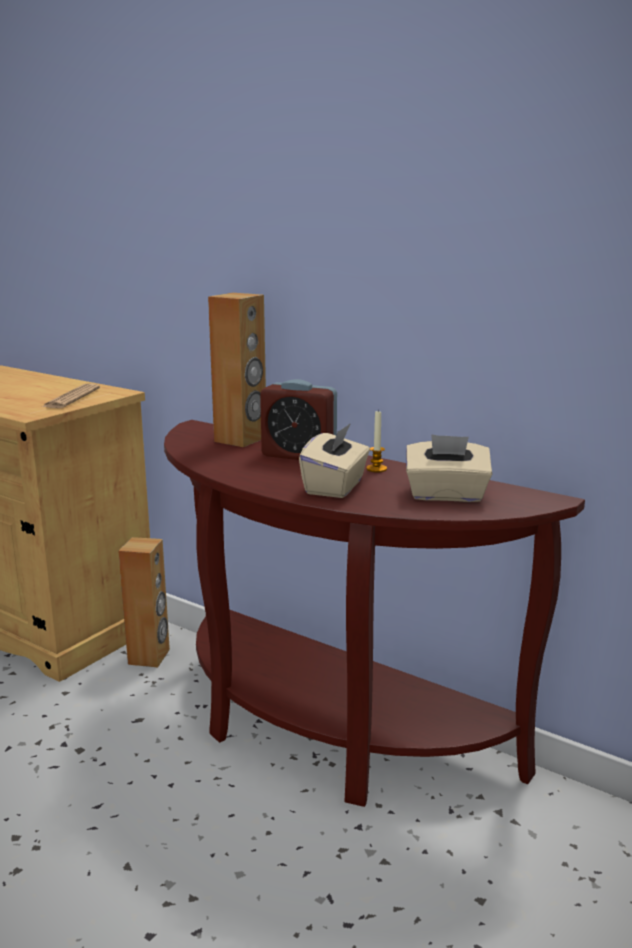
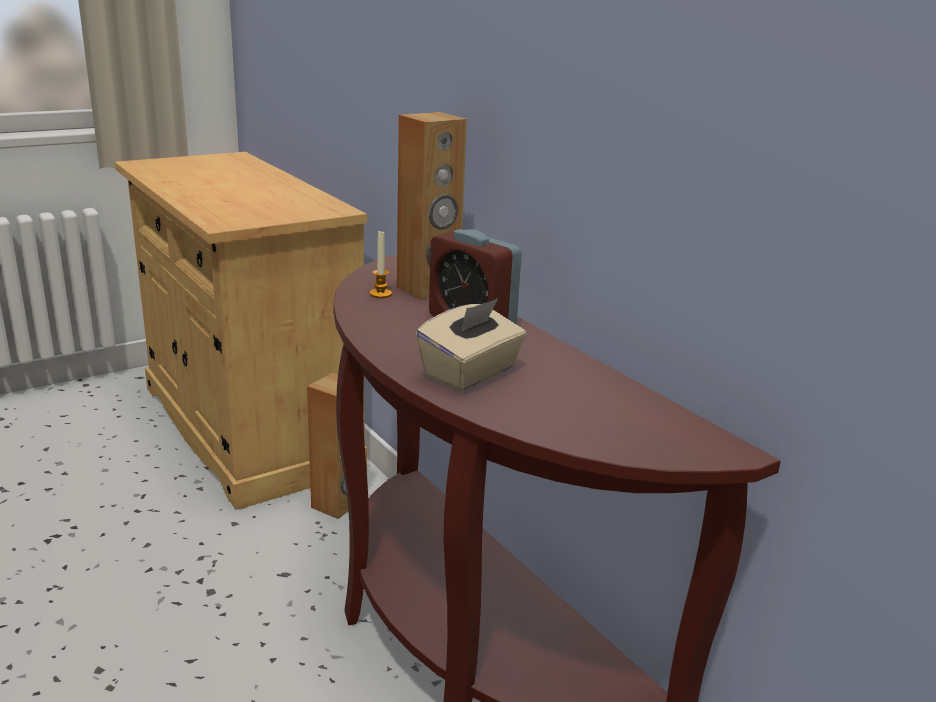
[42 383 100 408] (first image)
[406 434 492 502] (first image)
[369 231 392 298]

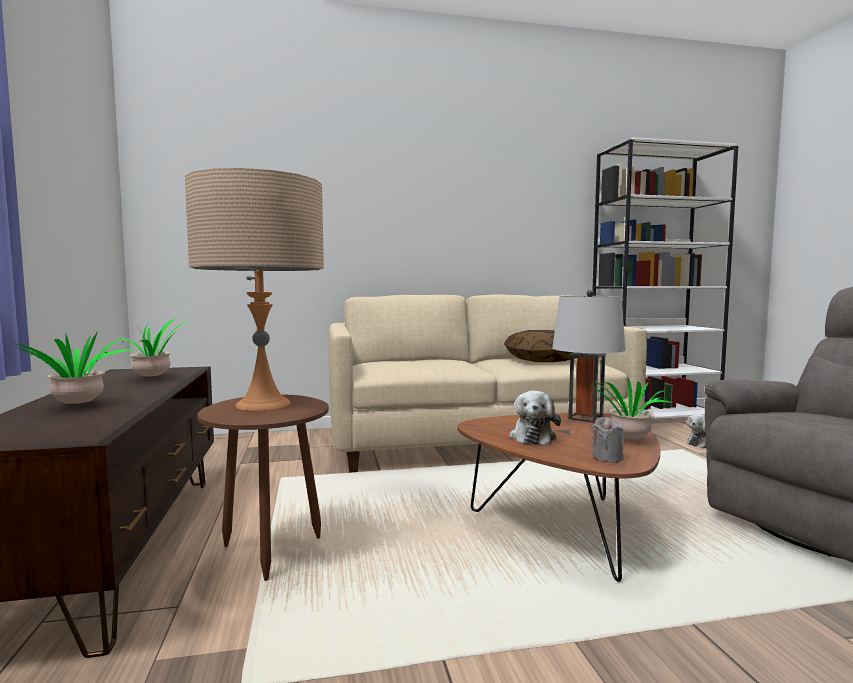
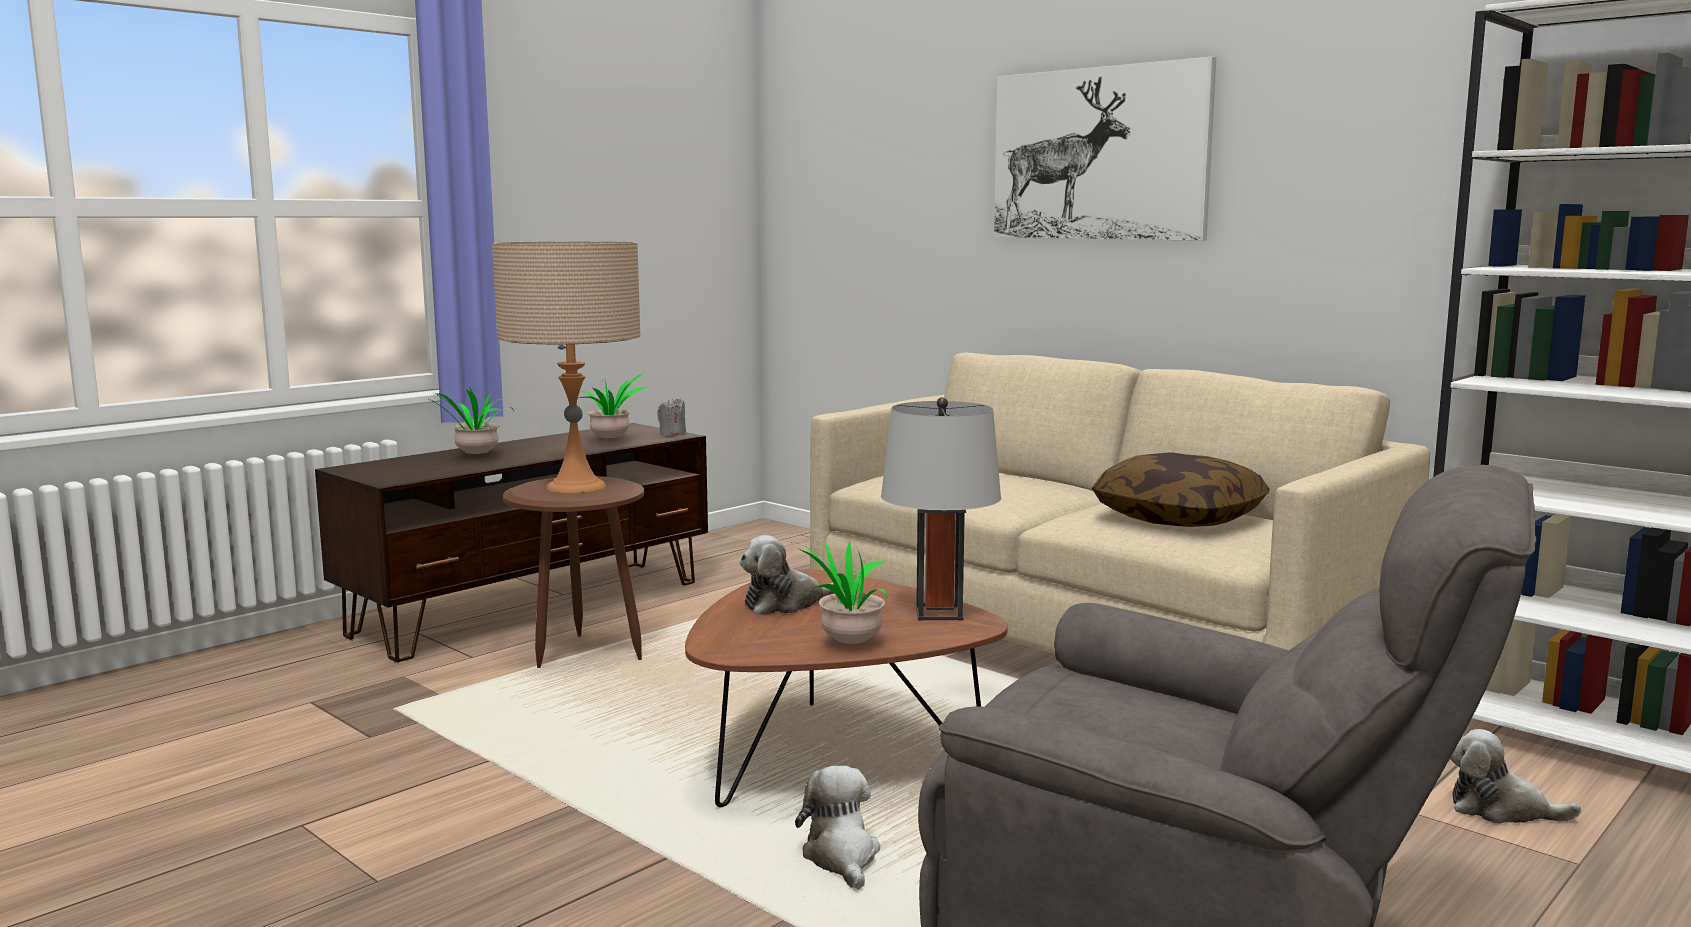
[795 766 880 890]
[994 57 1216 241]
[657 397 686 436]

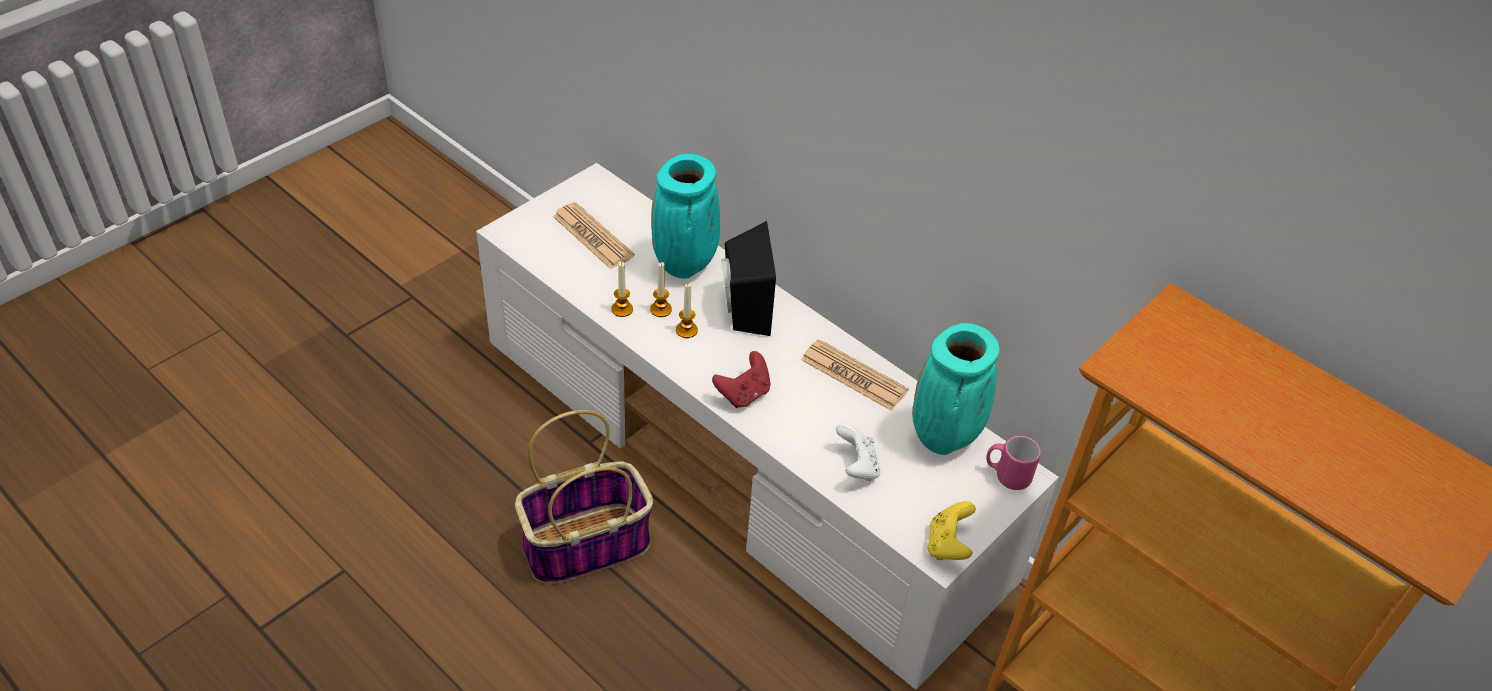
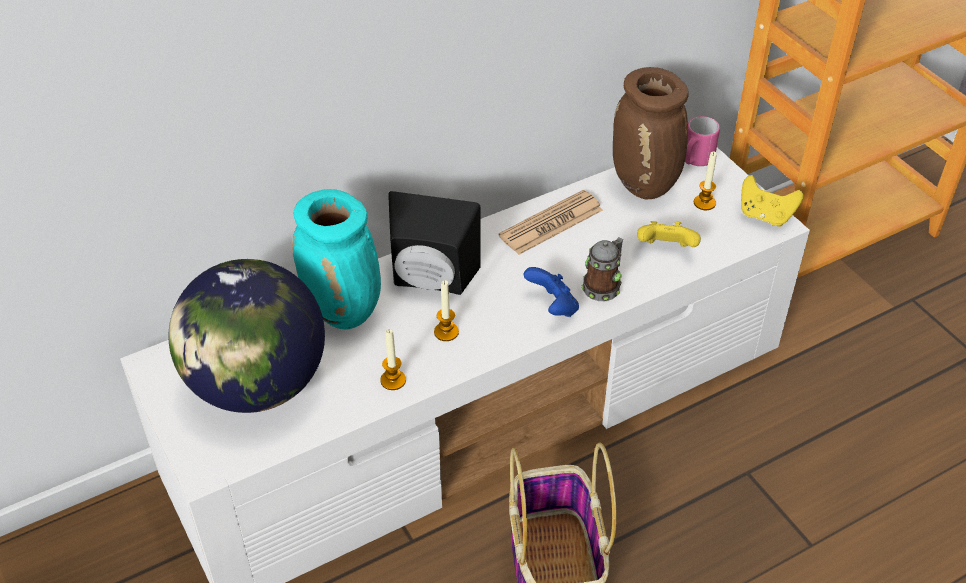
[581 237 623 301]
[694 151 717 210]
[168 259 325 413]
[524 267 579 317]
[637 221 701 247]
[613 67 689 199]

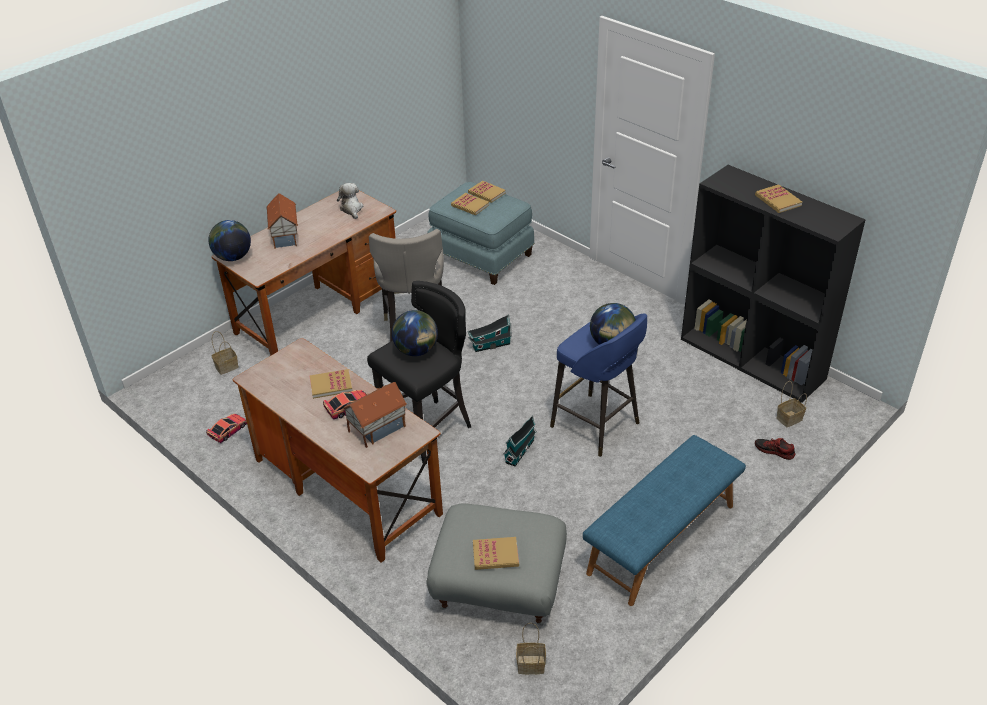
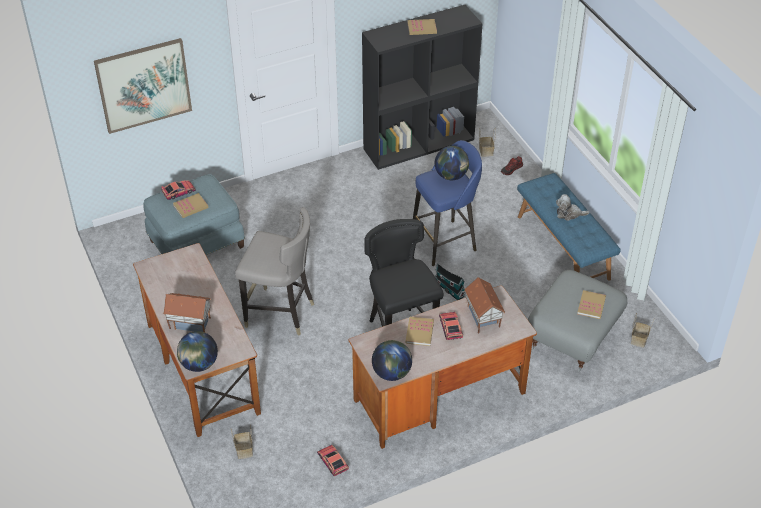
[467 315 512 352] (first image)
[94 38 192 134]
[556 194 590 221]
[372 340 412 381]
[161 180 196 200]

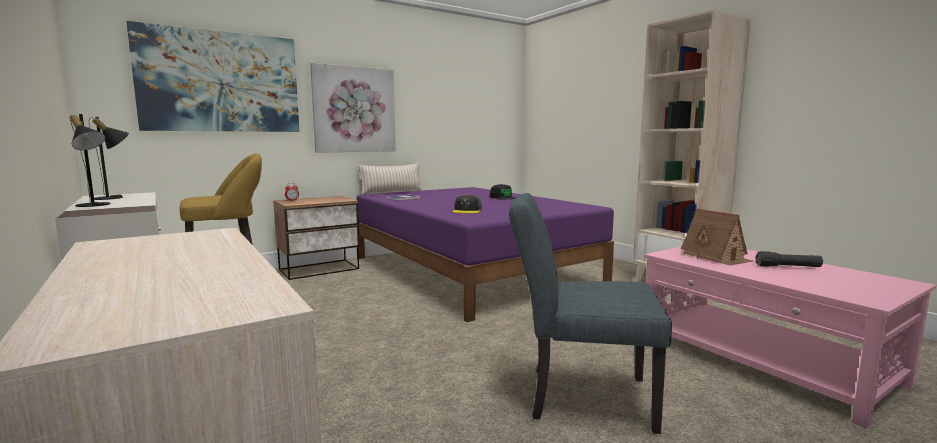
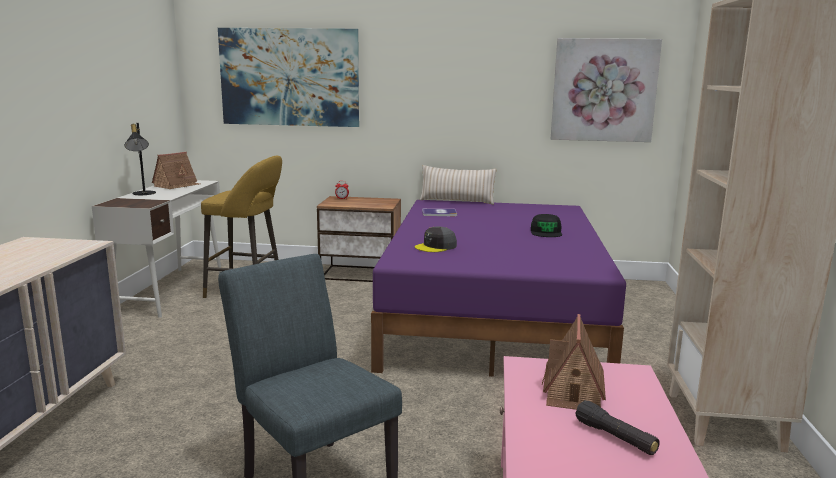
[551 38 662 142]
[152 152 200 189]

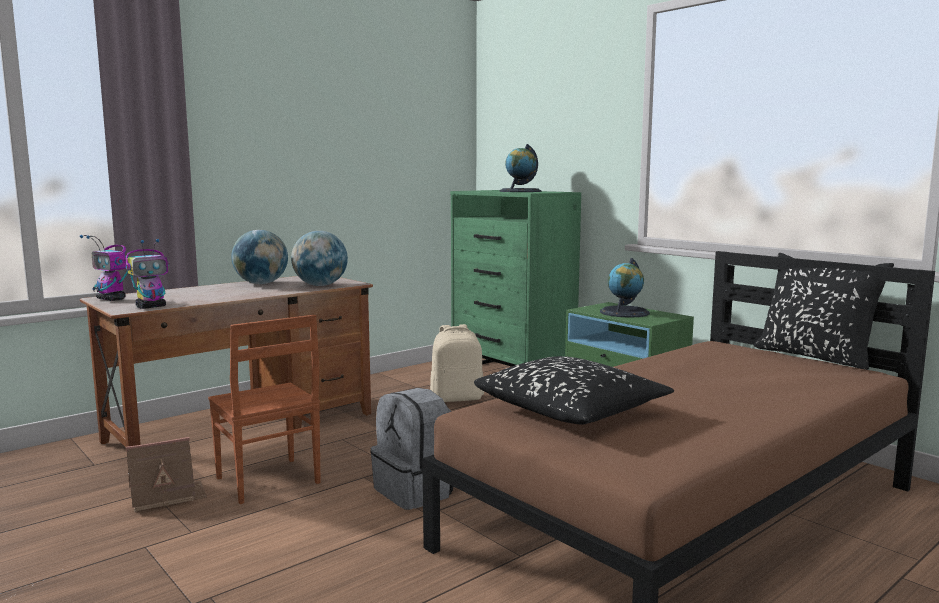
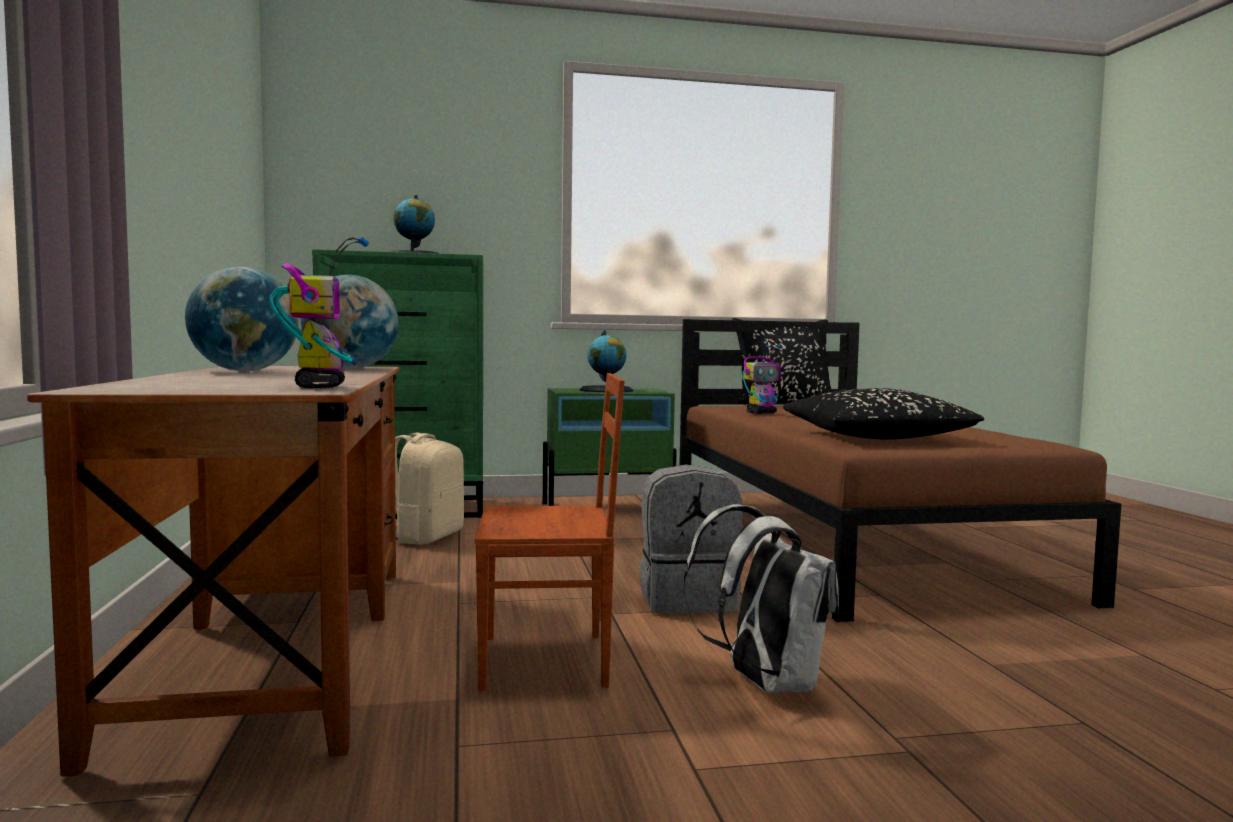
[125 437 207 512] (first image)
[683 504 839 693]
[742 345 781 414]

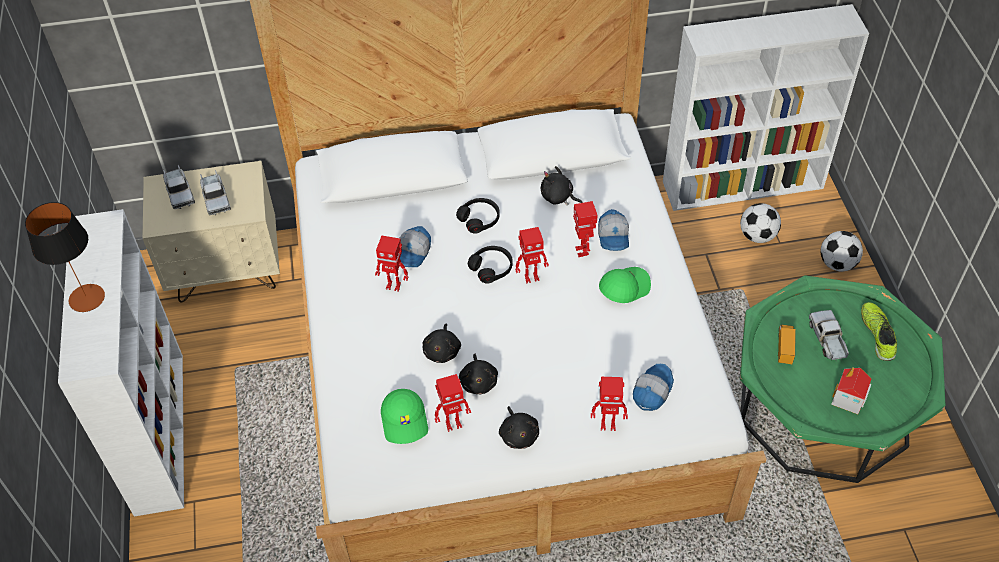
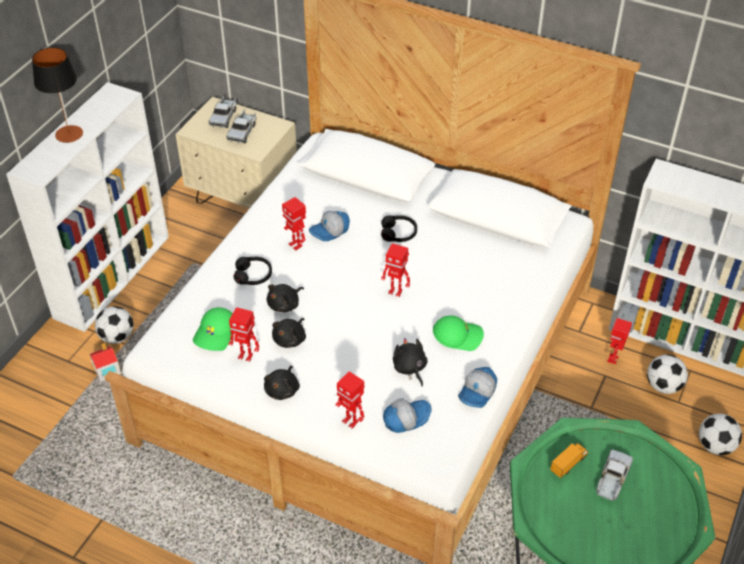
[861 302 897 361] (first image)
[95 306 134 344]
[234 257 272 285]
[393 338 428 387]
[607 318 632 364]
[458 367 497 408]
[90 343 121 382]

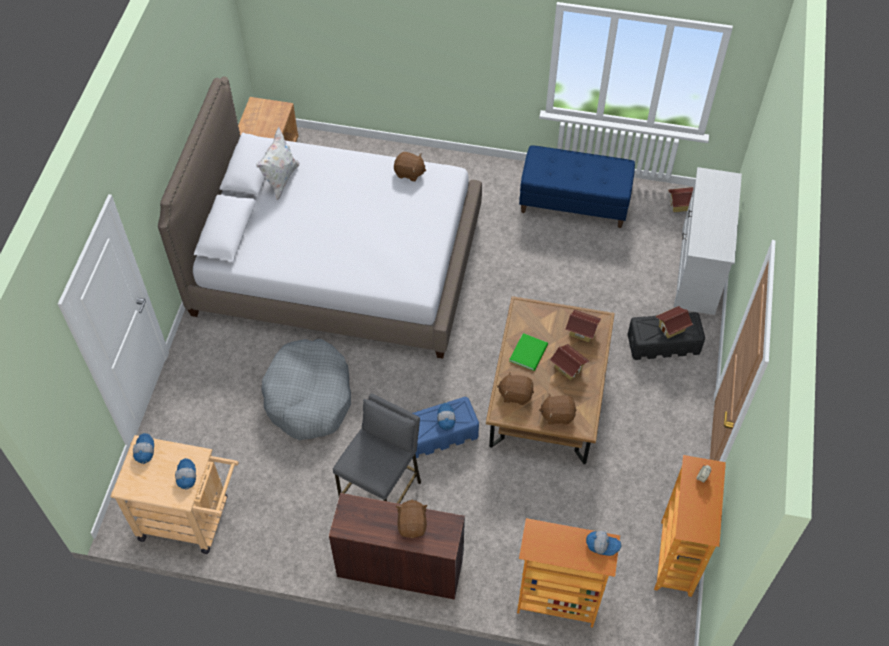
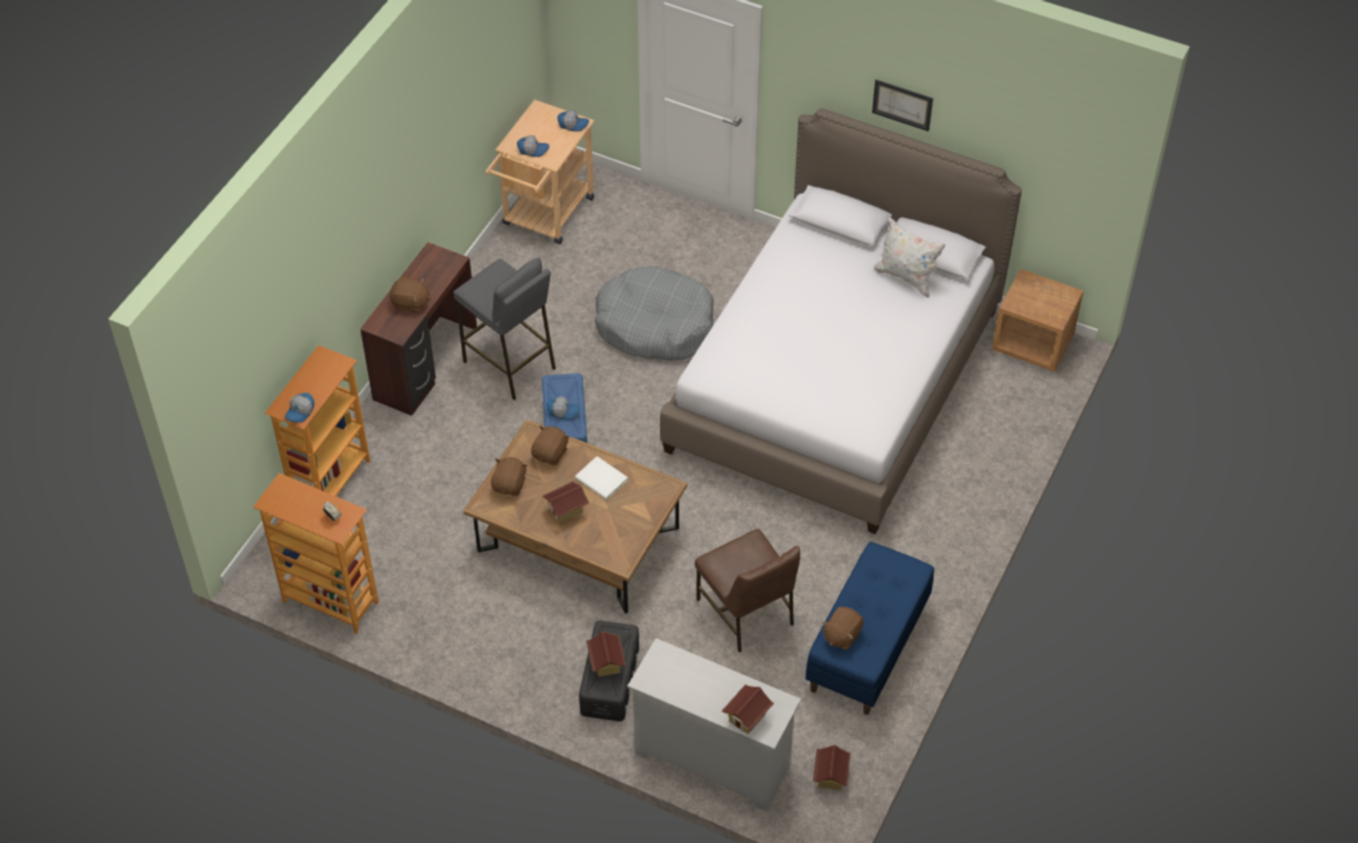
[695 529 800 653]
[872 79 933 131]
[822 607 864 650]
[722 684 774 734]
[575 456 628 500]

